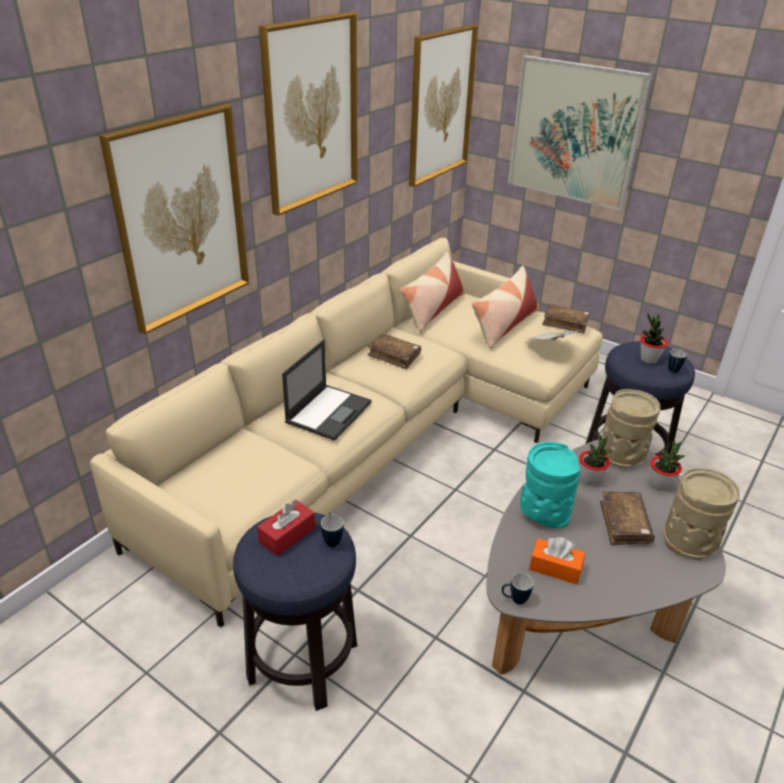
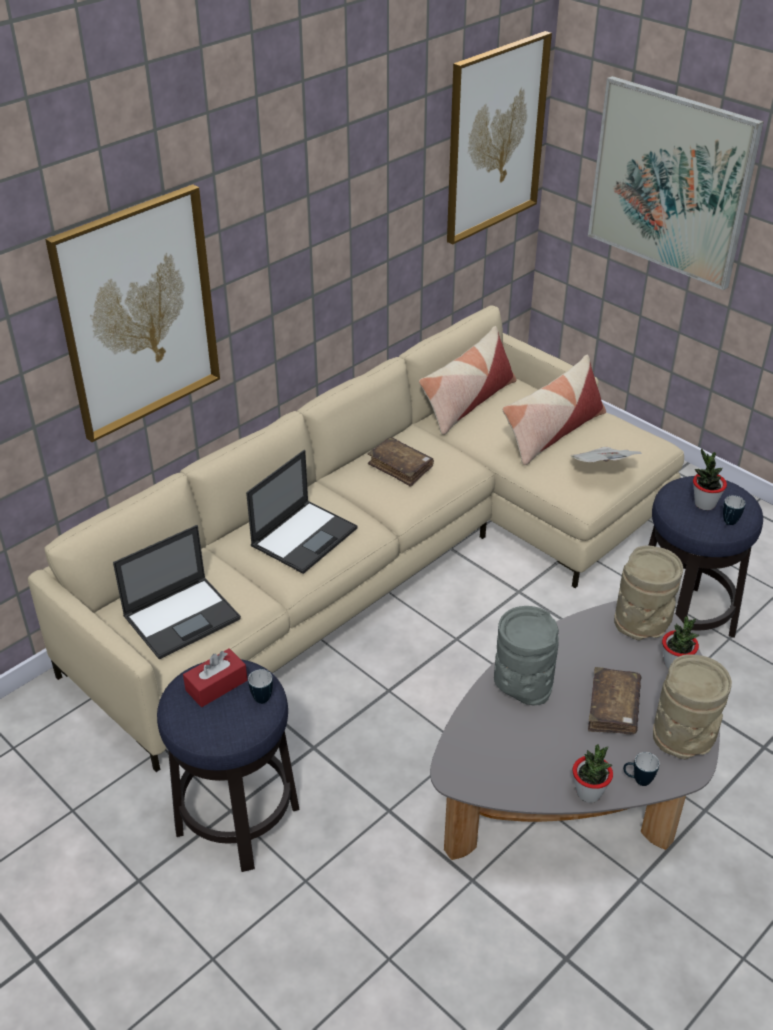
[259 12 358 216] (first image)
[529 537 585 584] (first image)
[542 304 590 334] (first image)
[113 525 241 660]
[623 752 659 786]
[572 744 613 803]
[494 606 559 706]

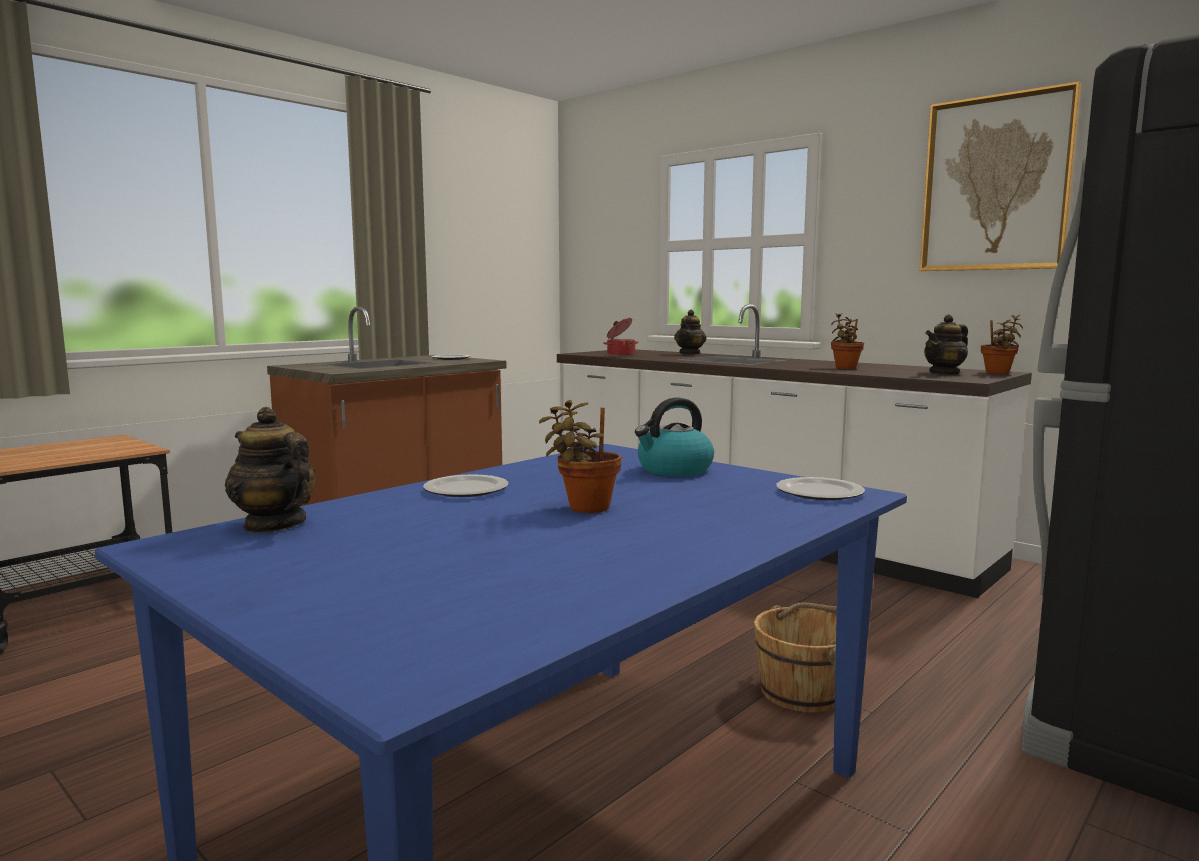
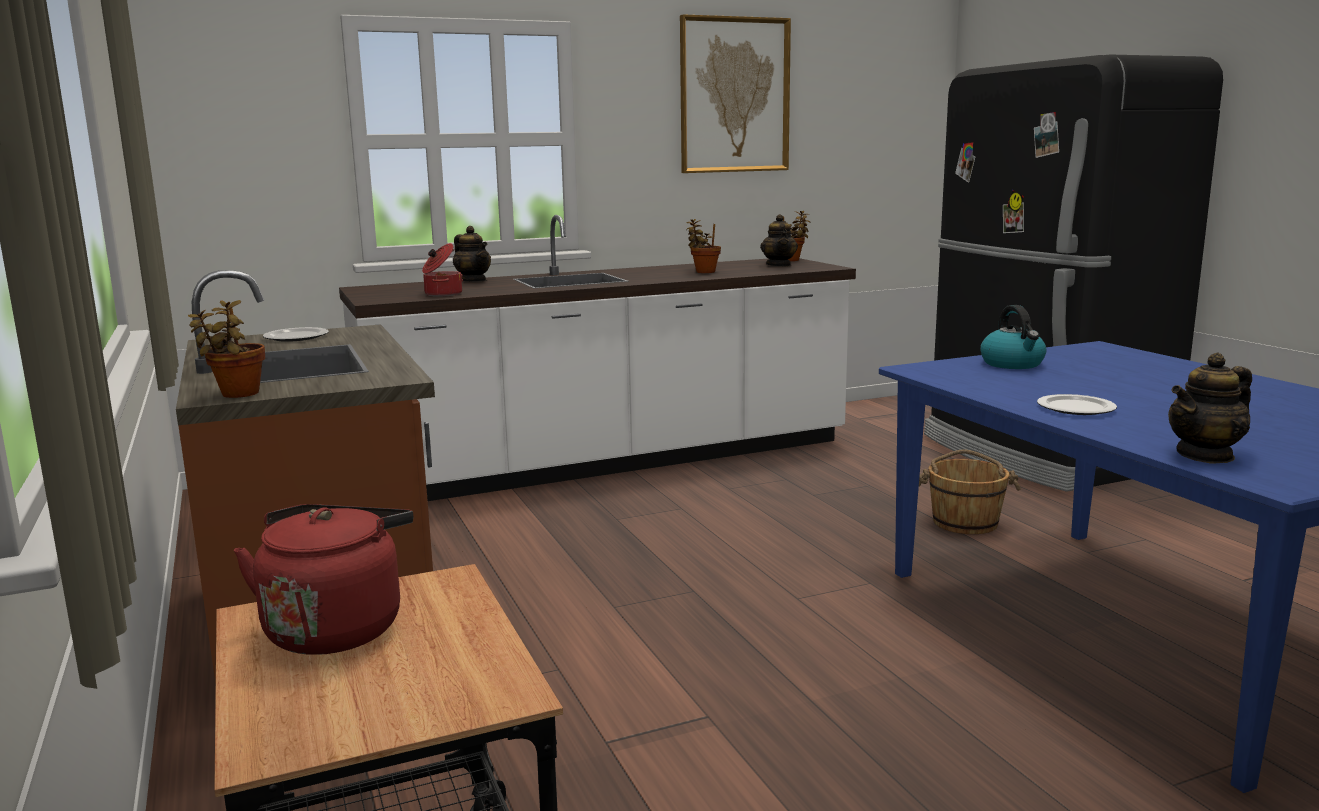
[776 477 865 500] (first image)
[234 504 413 655]
[188 300 265 398]

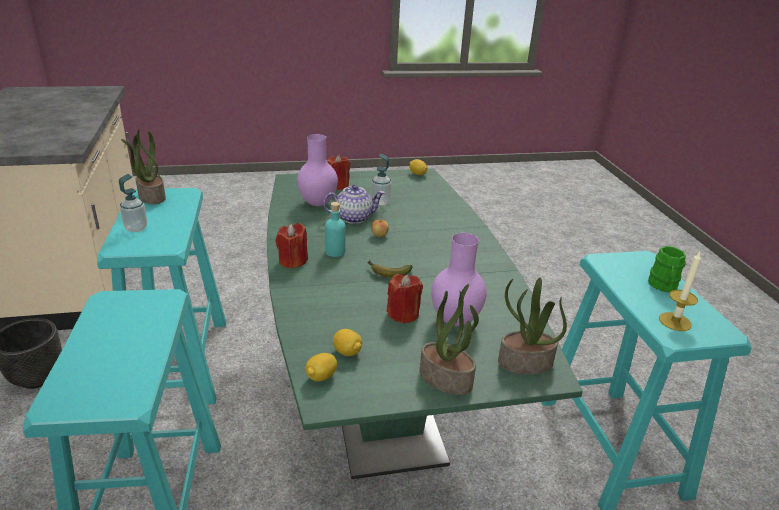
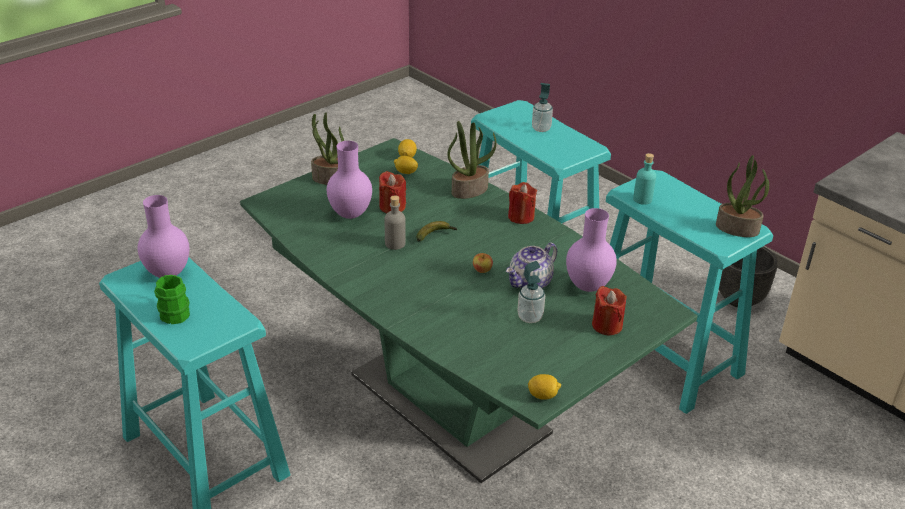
[385 195 406 250]
[532 83 553 132]
[633 153 656 205]
[447 121 496 199]
[137 195 189 278]

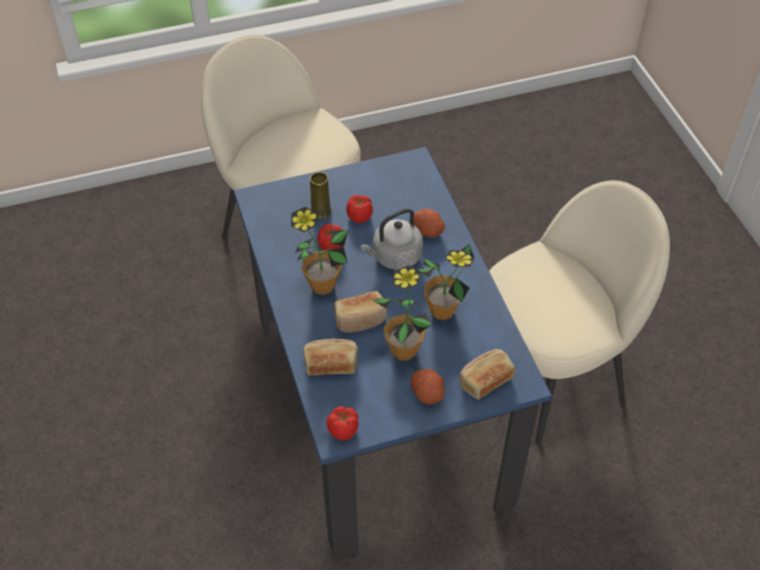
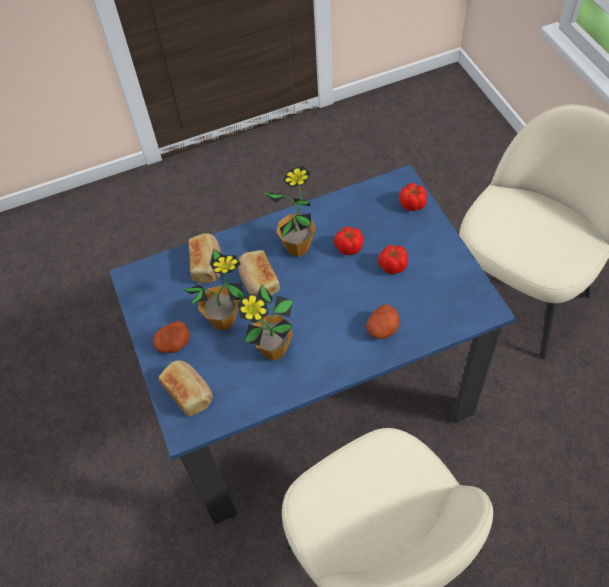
[310 172 331 219] (first image)
[360 208 423 270] (first image)
[399 183 427 211]

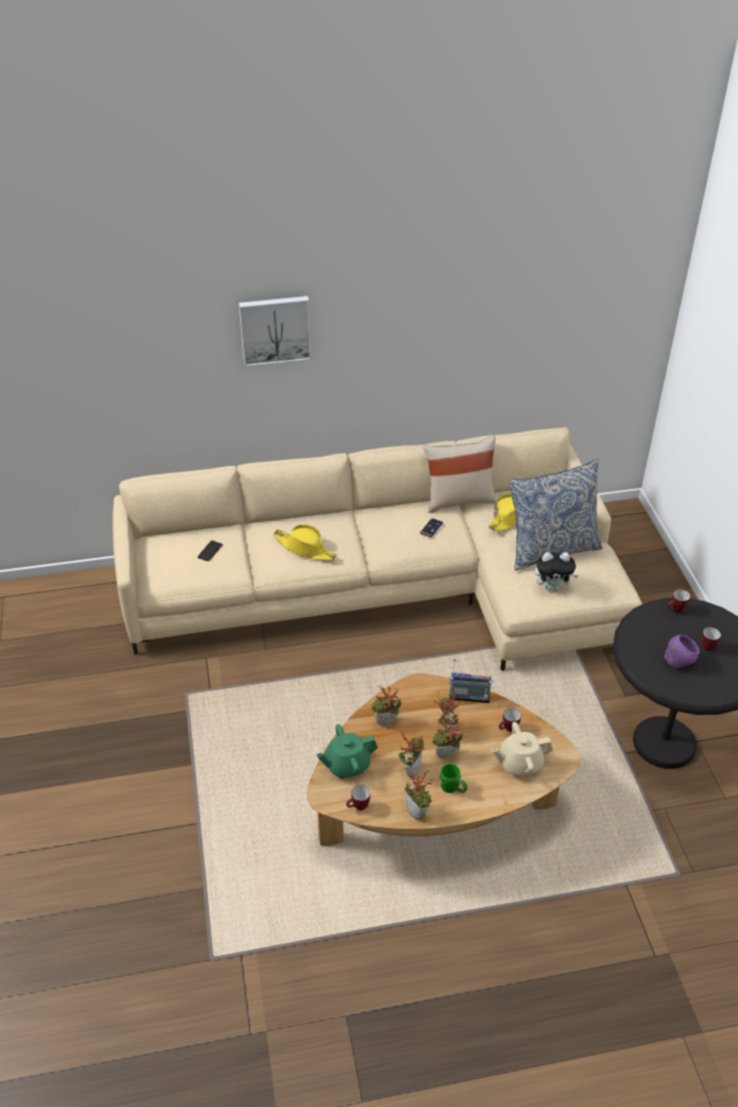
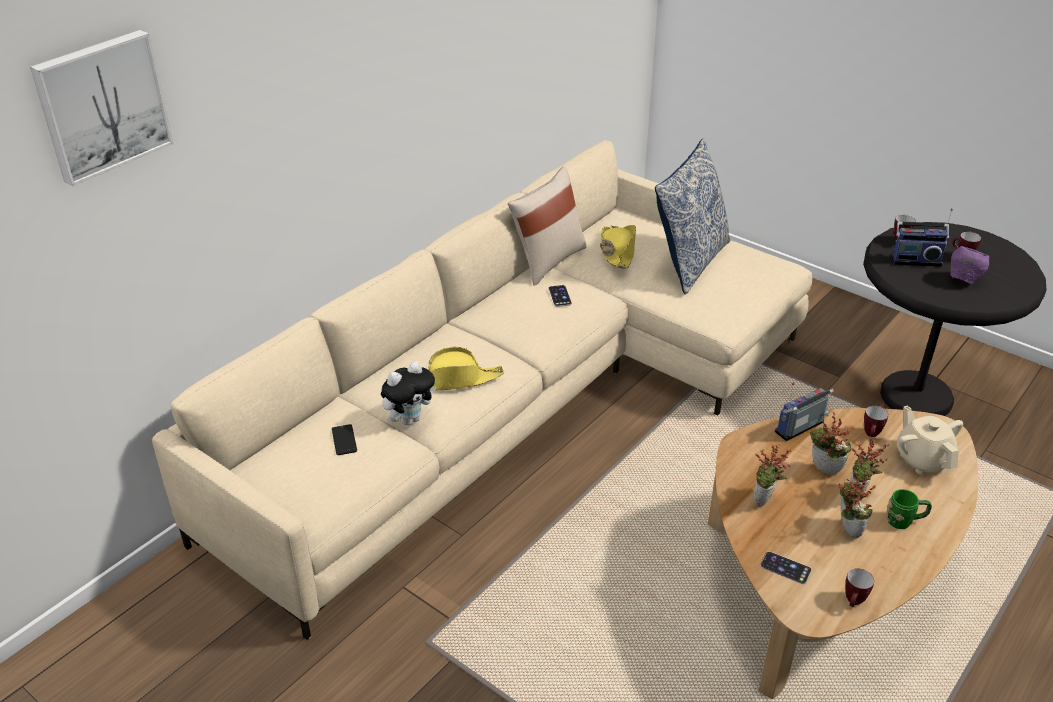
[404 770 434 820] (first image)
[891 208 953 267]
[30 30 173 186]
[381 361 436 425]
[760 551 812 584]
[897 406 963 475]

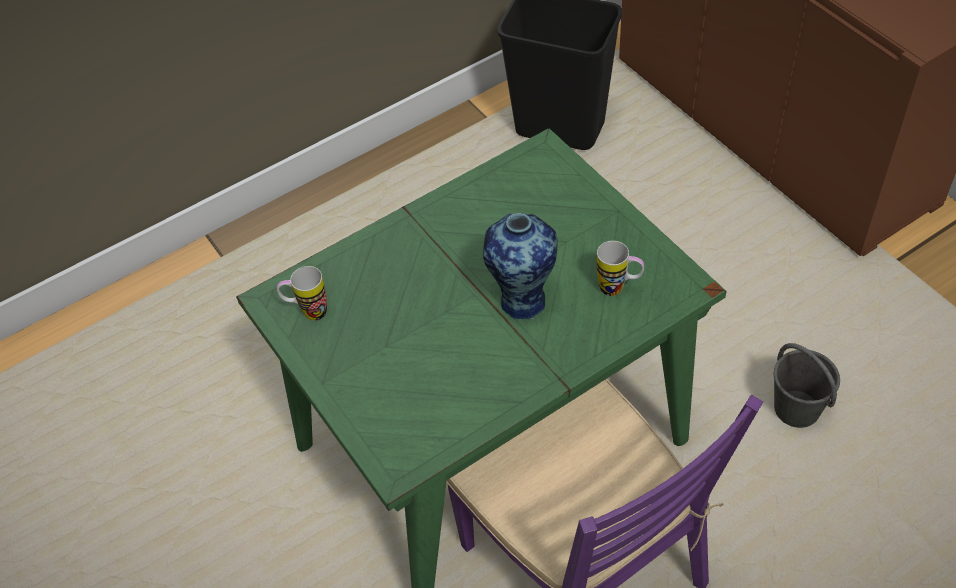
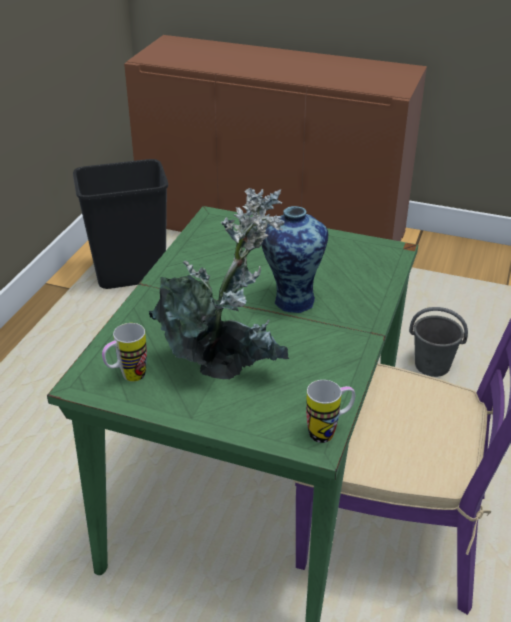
[149 188 289 379]
[306 380 355 443]

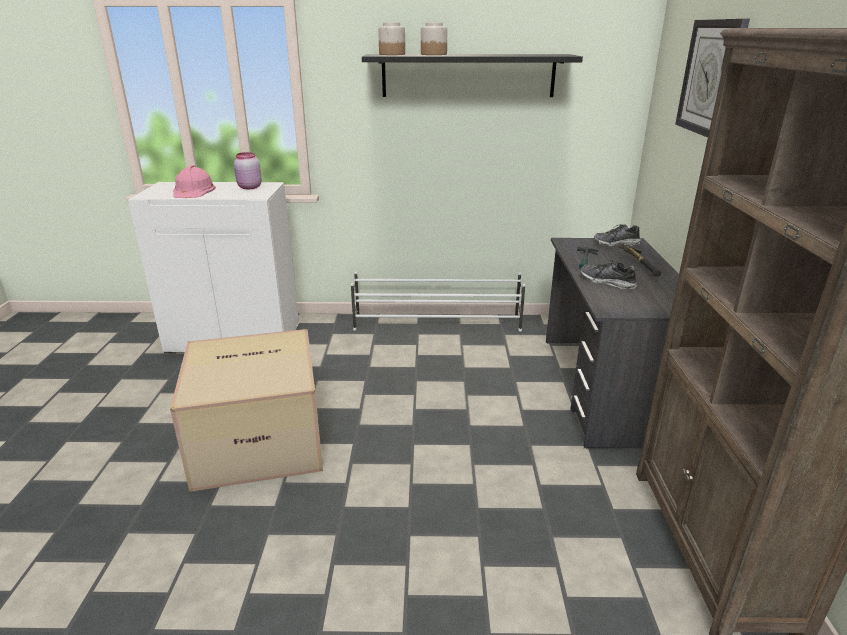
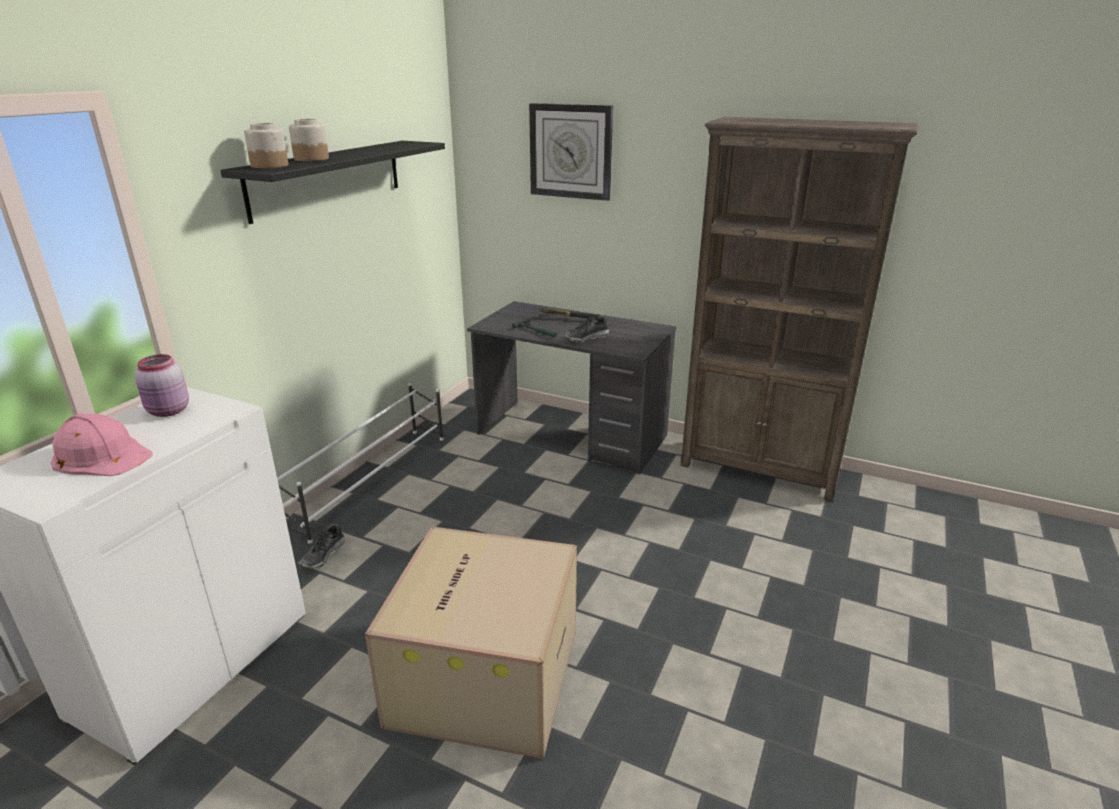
[301 524 345 569]

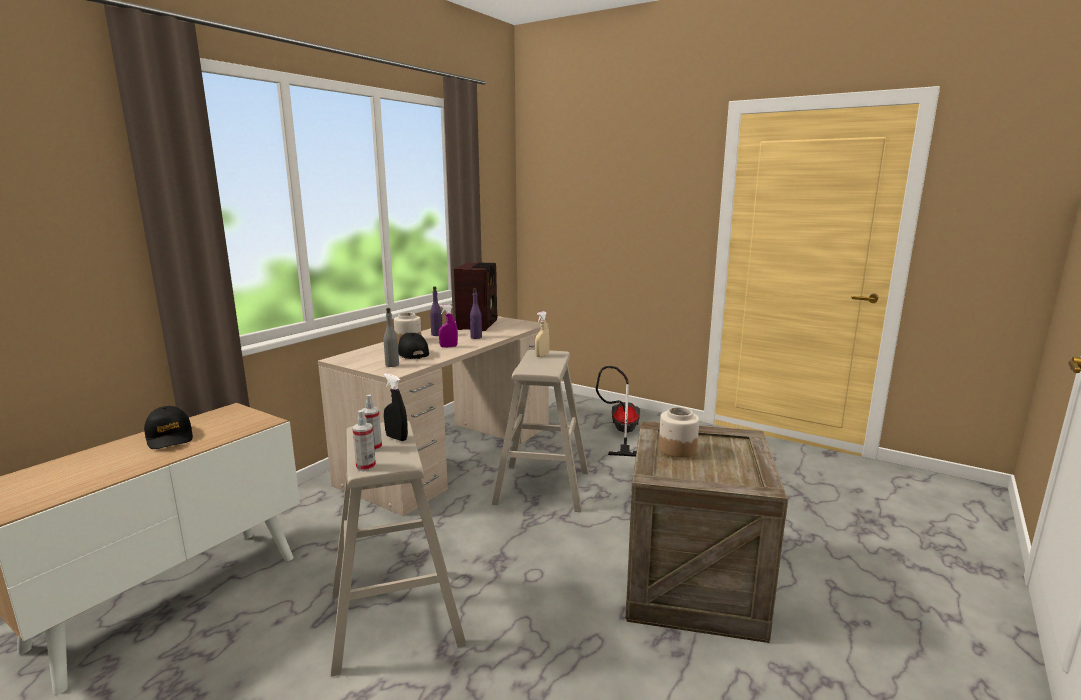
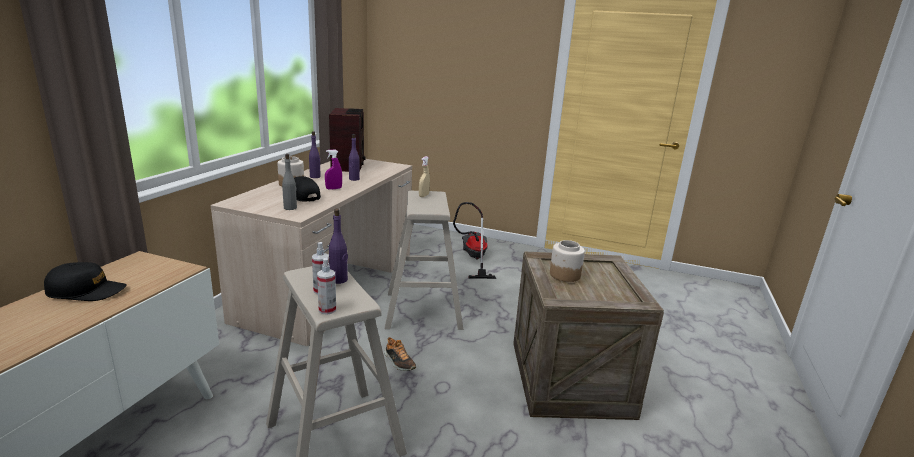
[384 337 416 371]
[329 209 348 284]
[44 262 127 301]

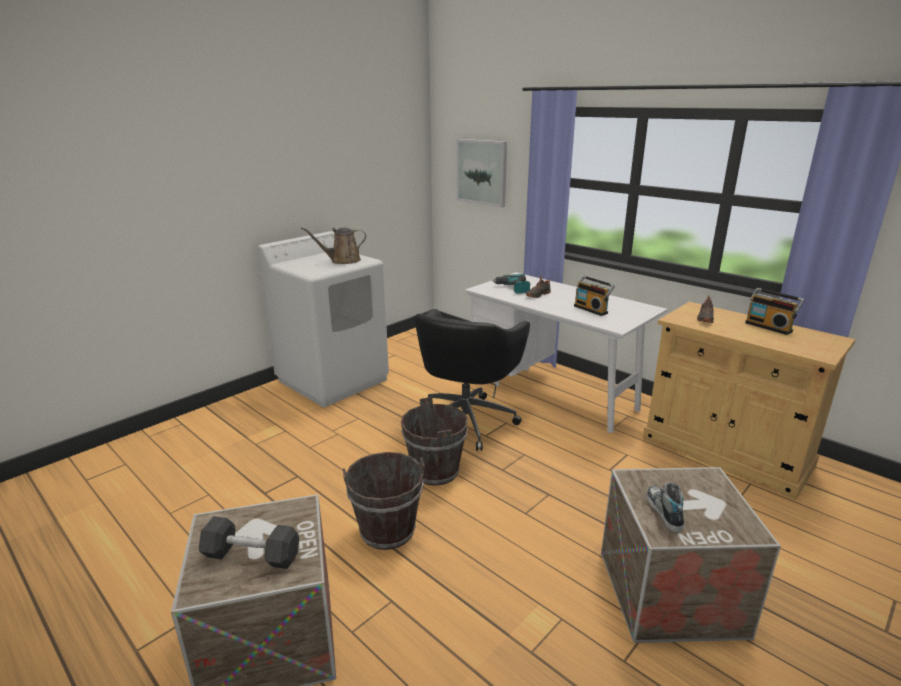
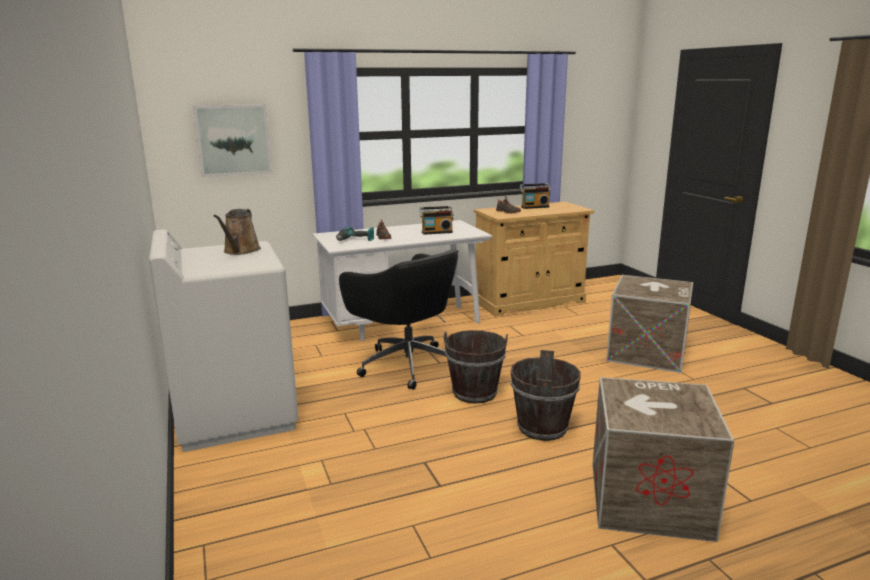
[199 516 299 569] (first image)
[646 482 684 532] (first image)

